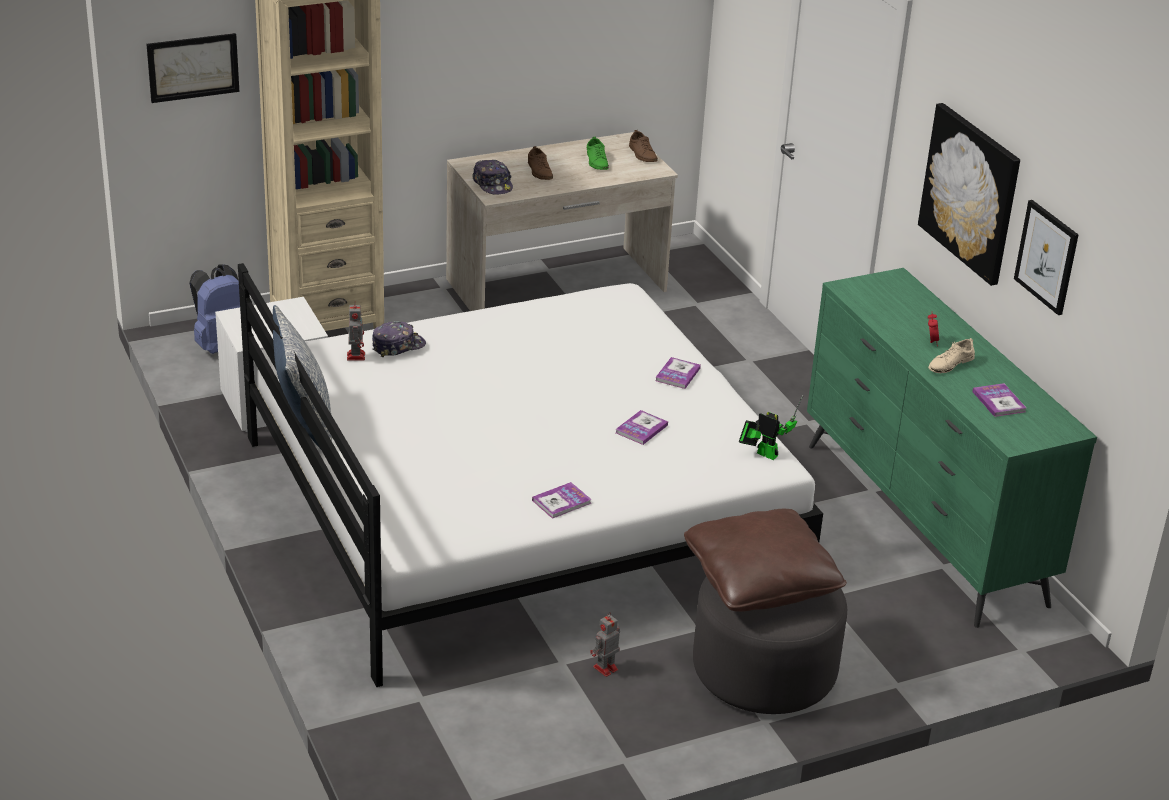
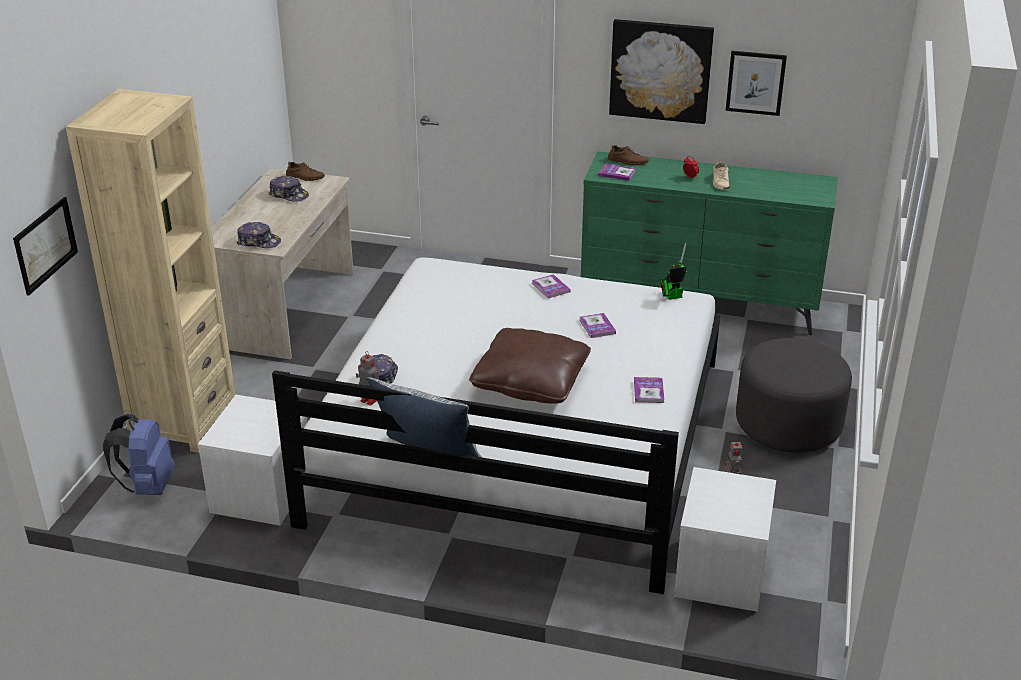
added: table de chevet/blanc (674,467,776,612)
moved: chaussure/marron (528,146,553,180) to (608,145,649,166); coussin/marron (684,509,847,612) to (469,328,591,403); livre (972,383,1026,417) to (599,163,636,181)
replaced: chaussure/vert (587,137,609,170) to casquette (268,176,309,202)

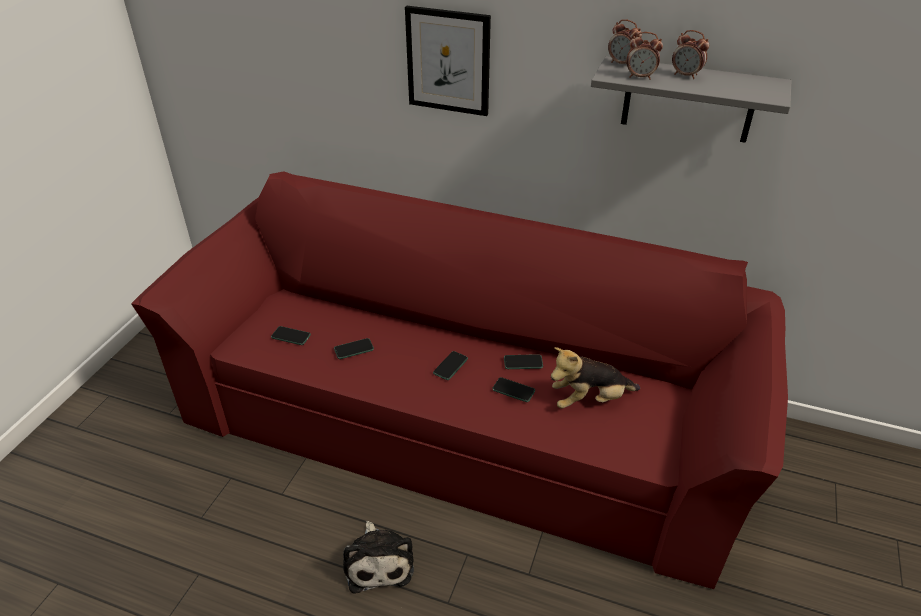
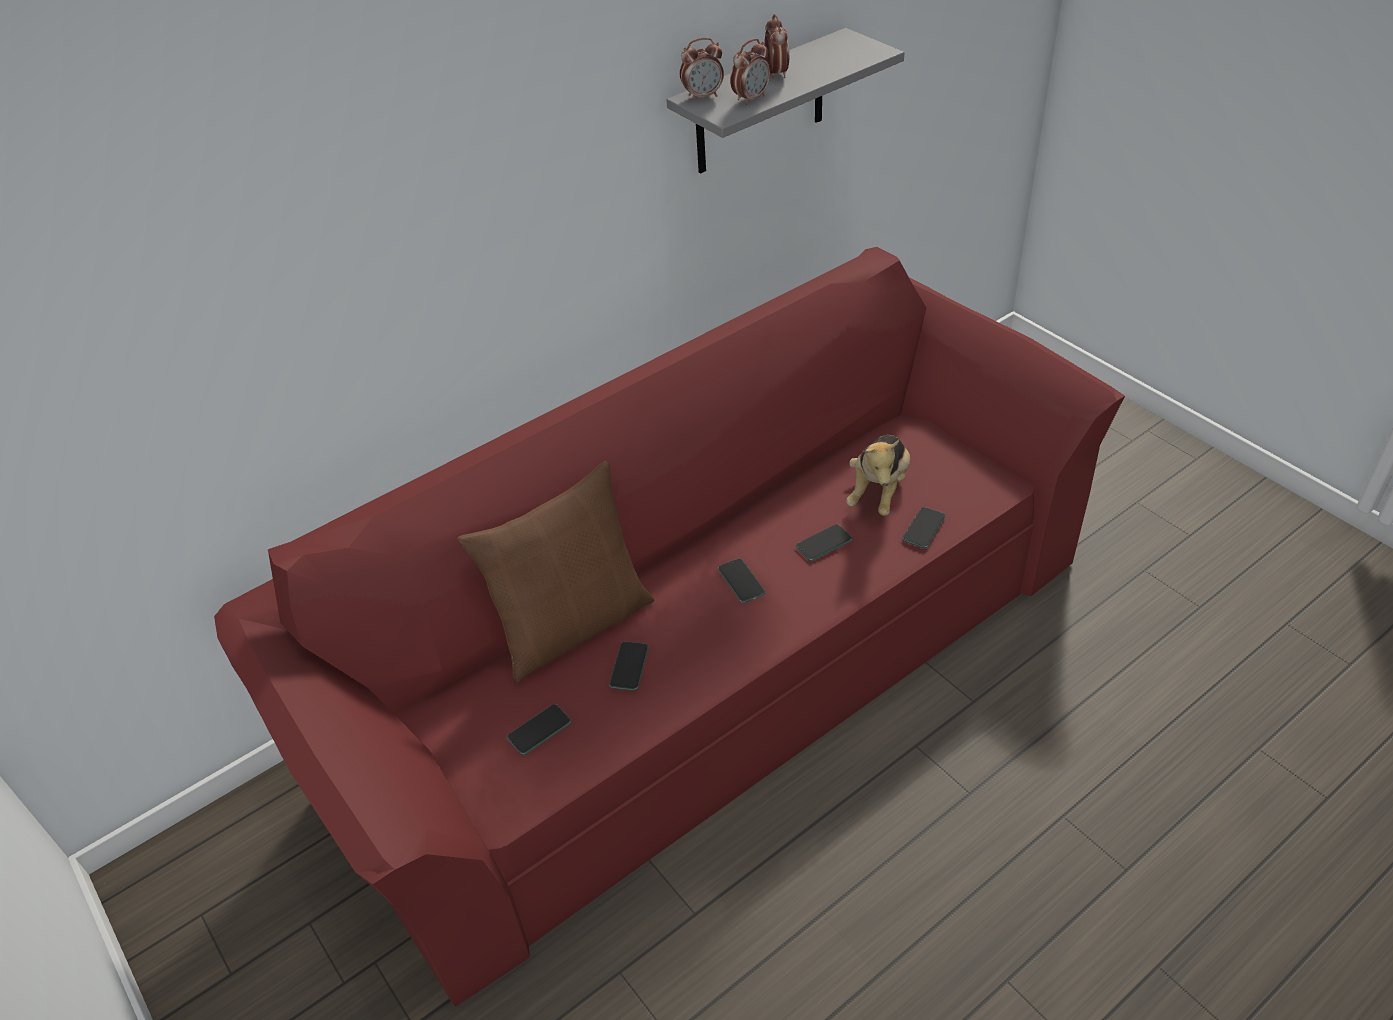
removed: peluche (343,521,414,594); tableau (405,6,491,116)
added: coussin/marron (457,461,654,682)
moved: téléphone (504,354,543,369) to (902,507,946,548)
turned: réveil (672,30,709,79) = (764,14,789,78) 75 degrees counterclockwise

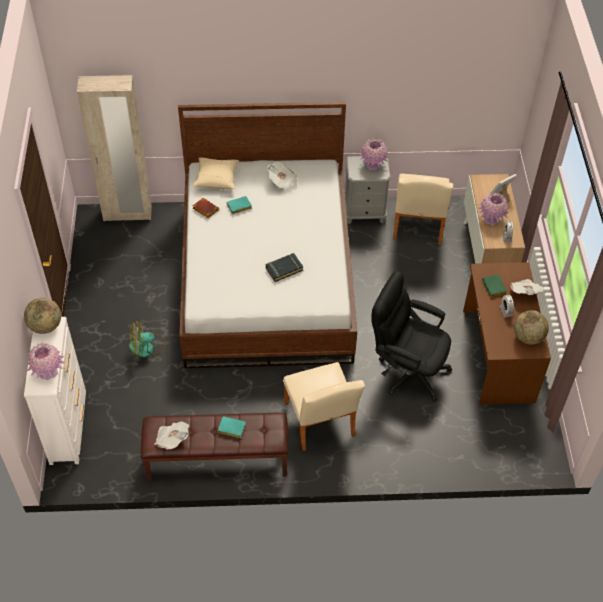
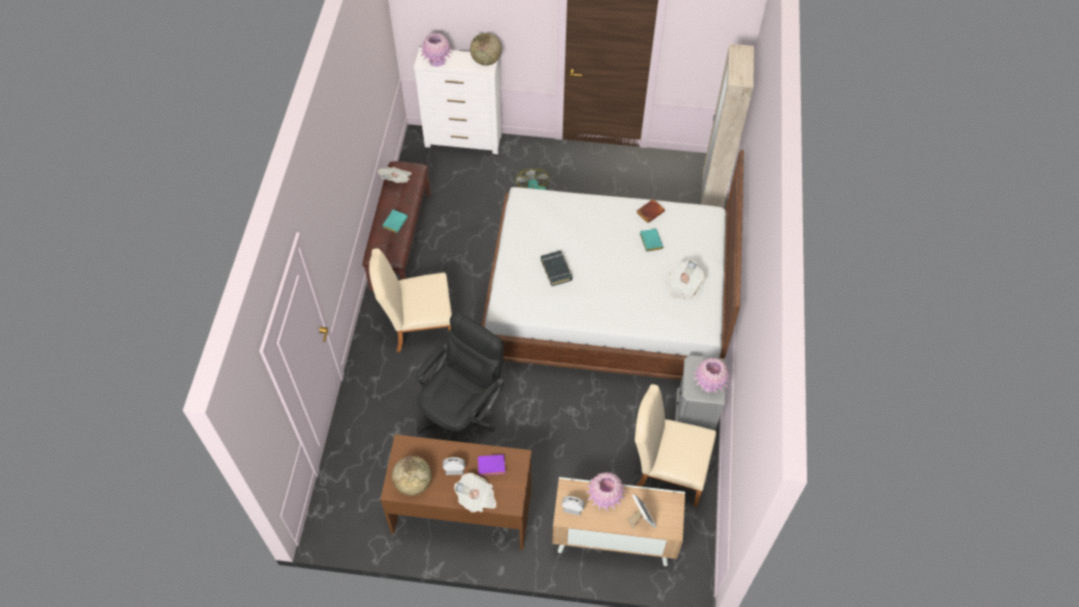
removed: coussin/beige (192,157,239,189)
recoloured: livre/vert (482,274,506,297) to livre/violet (478,454,505,476)

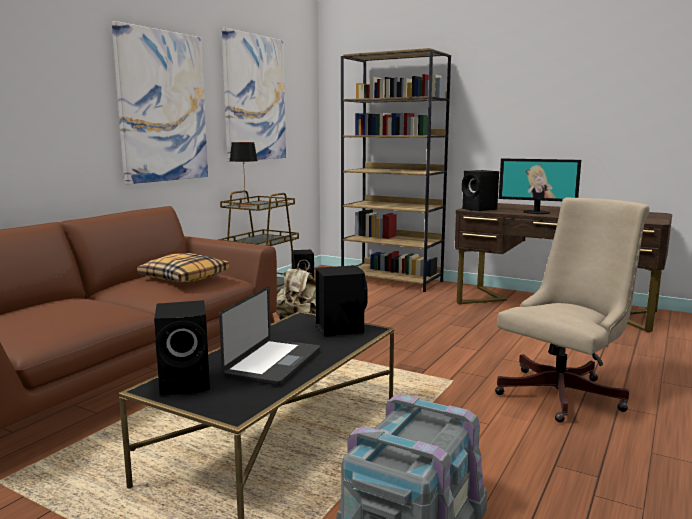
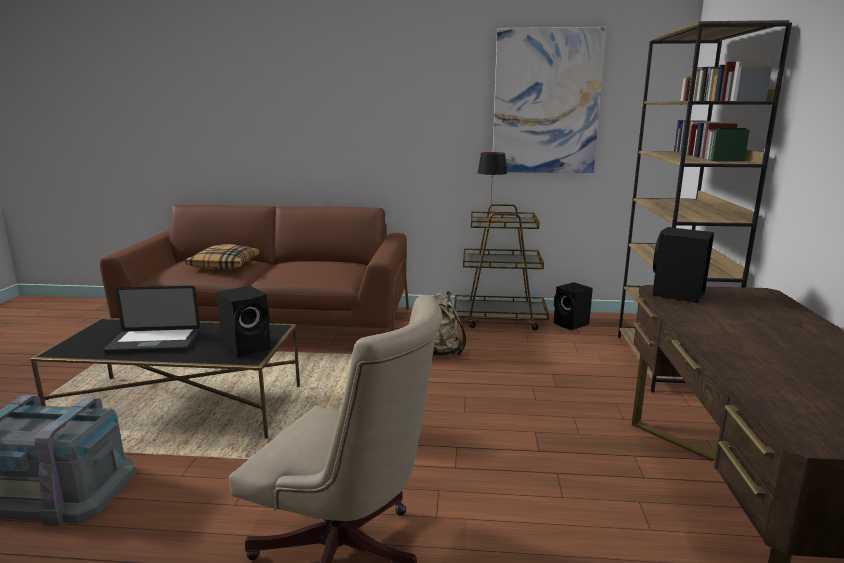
removed: tableau (112,21,208,184); enceinte/noir (154,300,210,395); écran d'ordinateur (499,158,581,214)
moved: coussin (137,253,229,283) to (185,244,260,270)

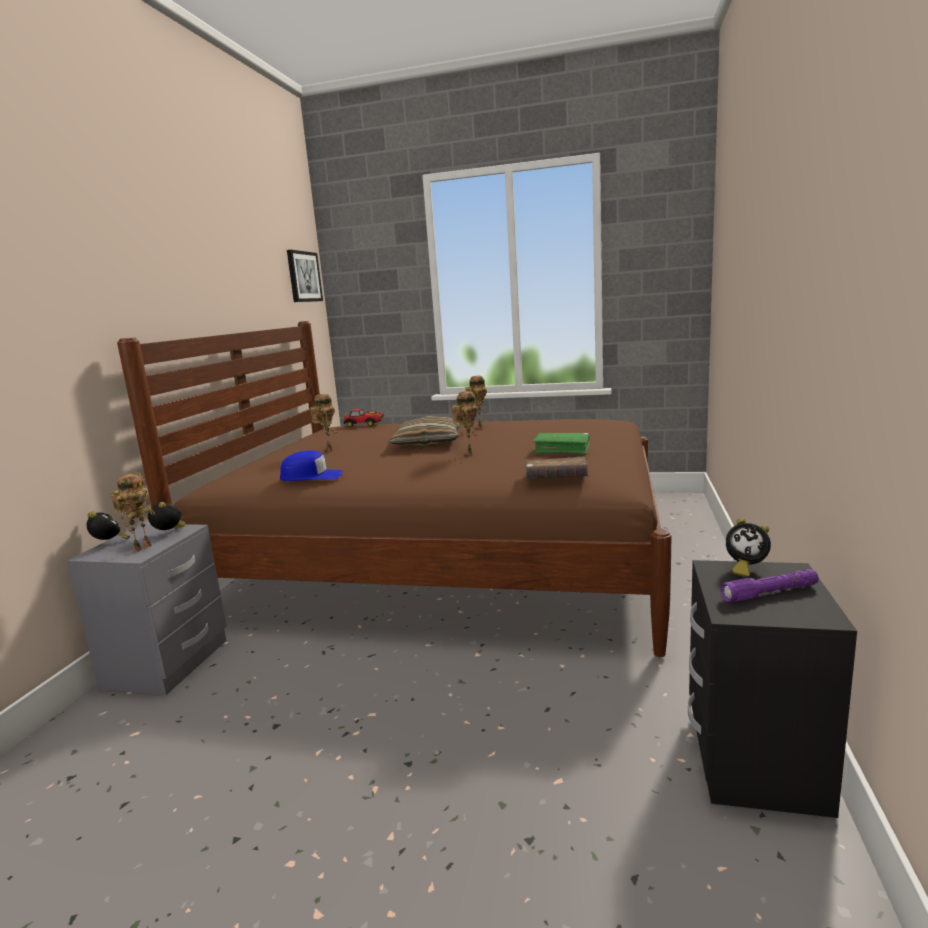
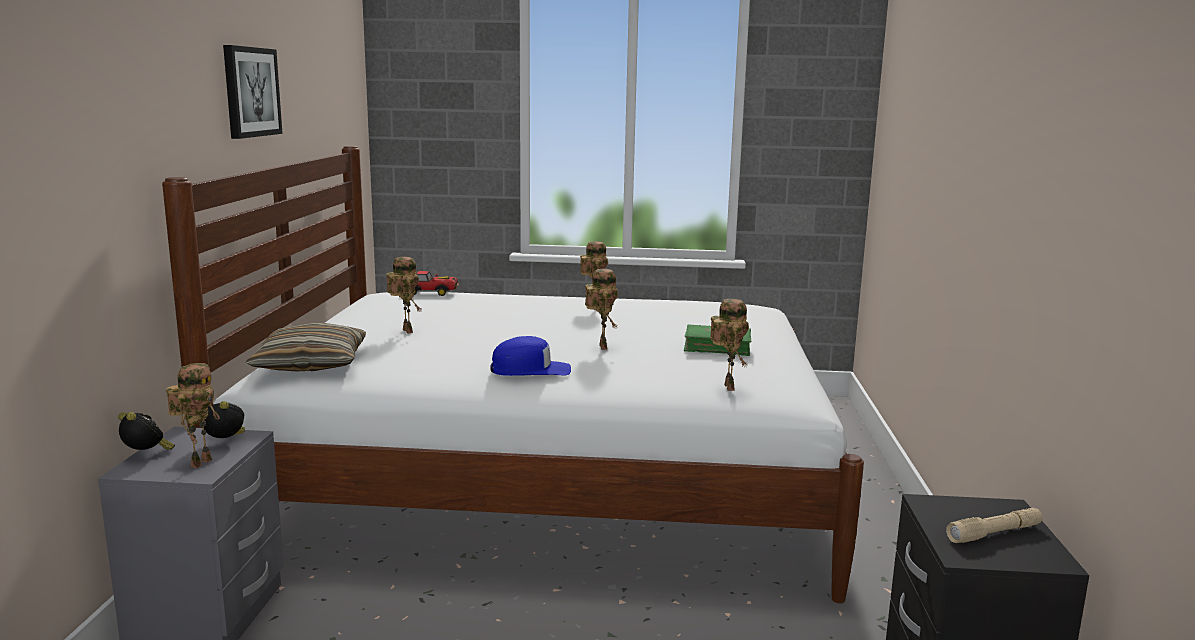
removed: réveil (726,518,771,577)
moved: casquette/bleu (280,450,343,481) to (490,336,571,376); tableau (287,250,323,302) to (223,45,282,139); coussin (389,416,461,447) to (246,323,366,372)
replaced: livre/marron (524,456,589,479) to robot jouet (710,299,749,391)
recoloured: lit/marron (117,321,671,657) to lit/blanc (162,146,864,603); lampe de poche/violet (720,569,819,602) to lampe de poche/beige (946,508,1043,543)

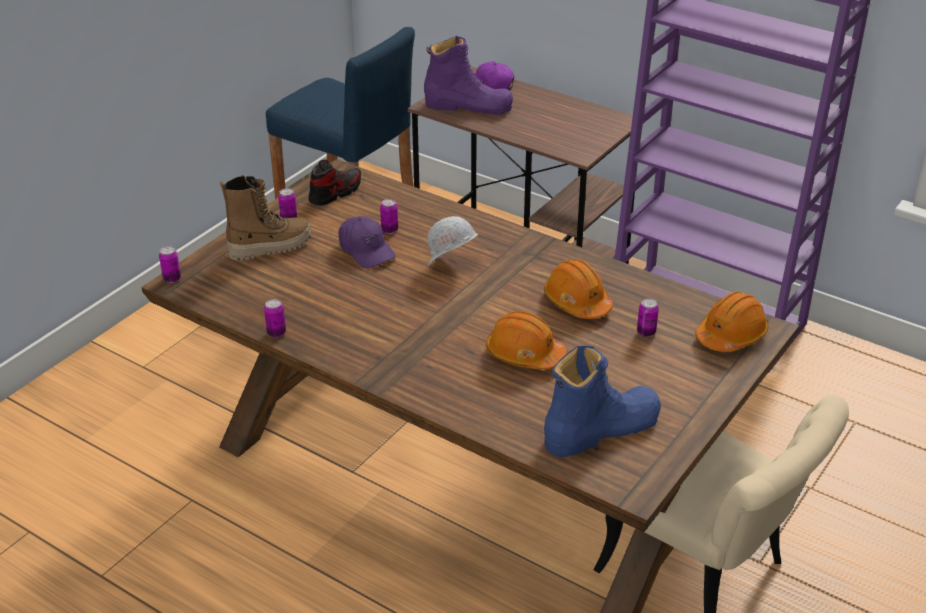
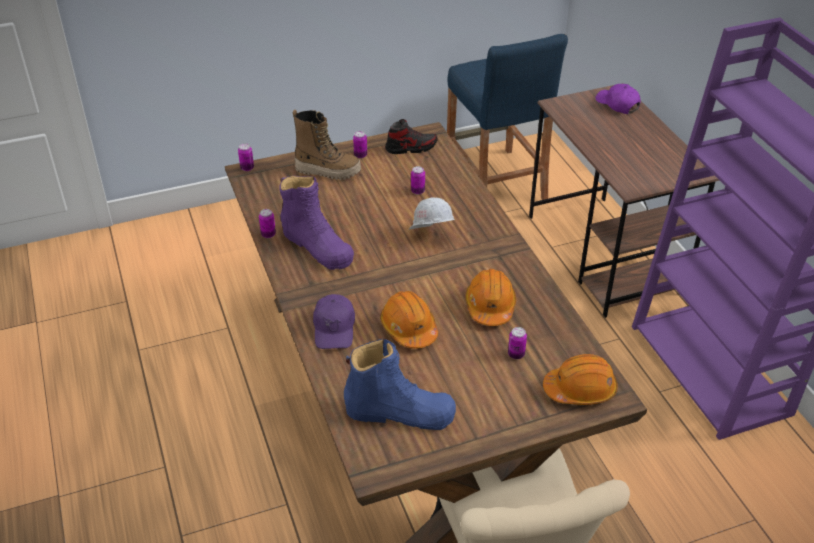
moved: casquette/violet (338,216,396,268) to (313,294,355,349); botte/violet (424,36,513,115) to (279,176,354,270)

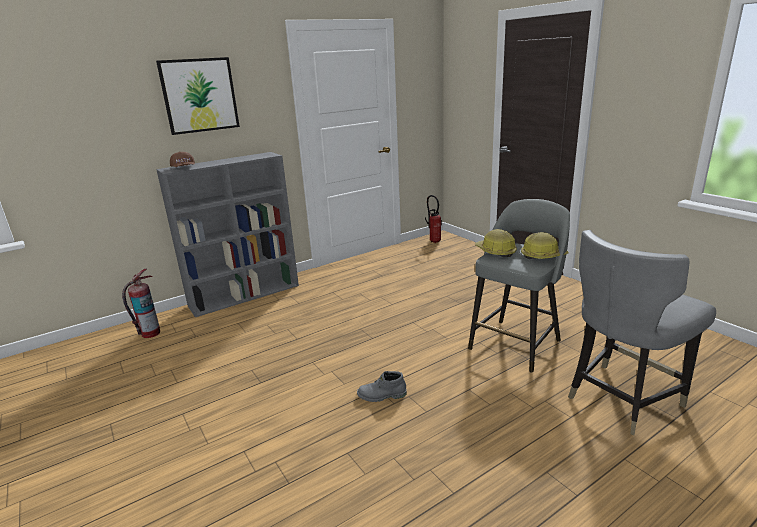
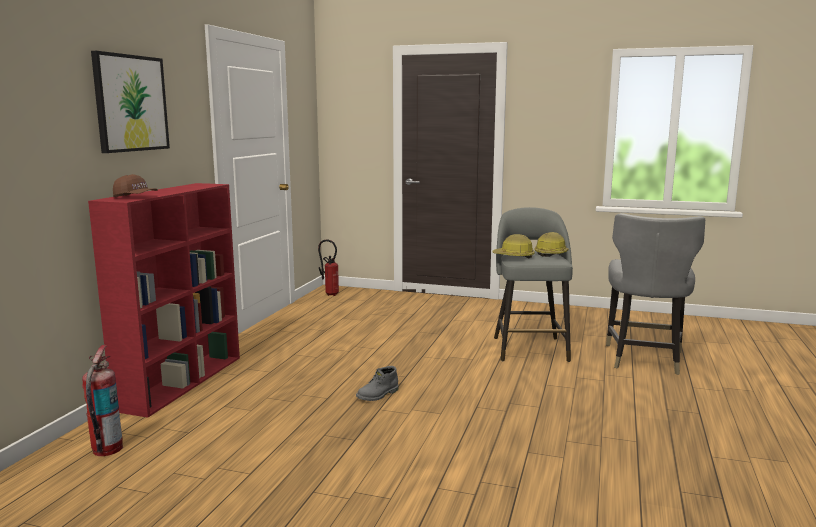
moved: botte/gris (357,371,407,402) to (356,366,398,401)
recoloured: bibliothèque/gris (156,152,299,317) to bibliothèque/rouge (88,183,240,418)

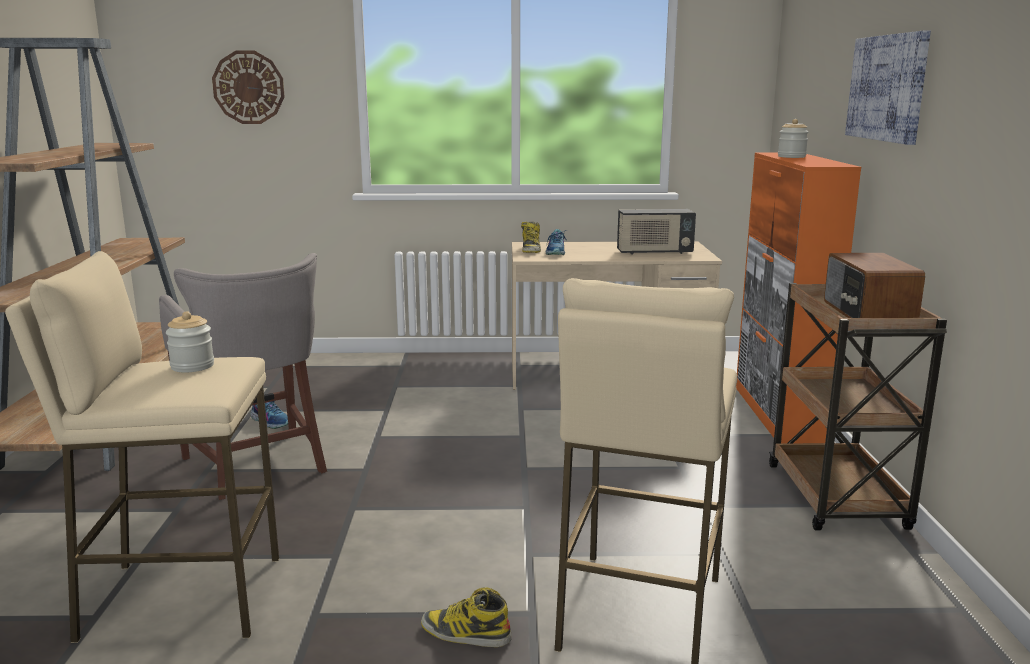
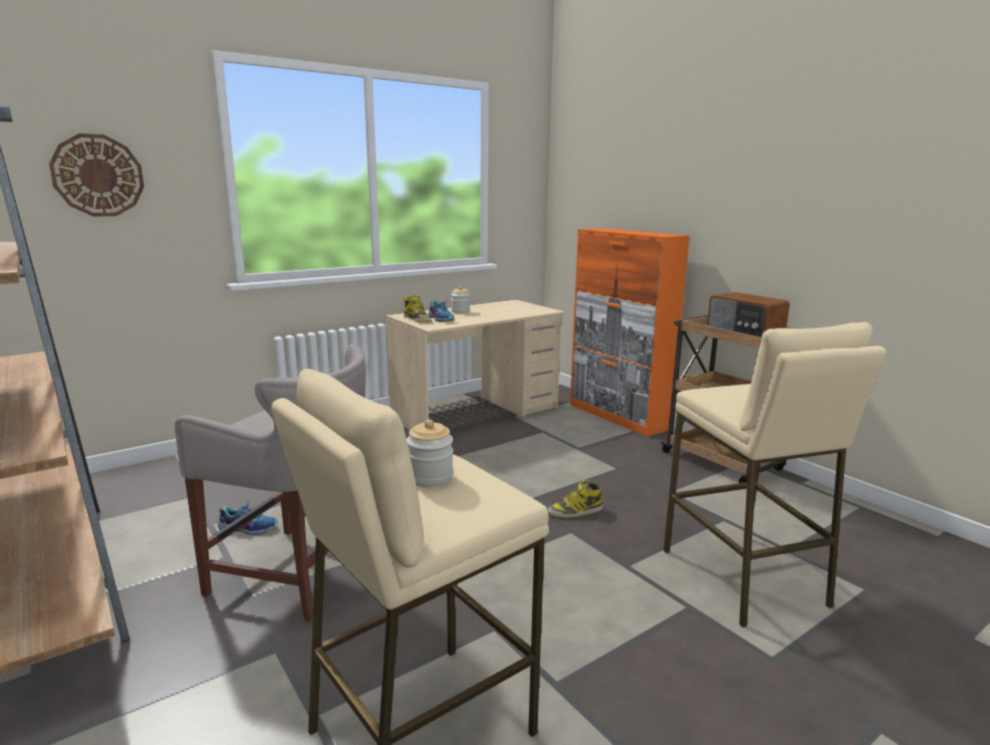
removed: radio (617,209,696,255); tableau (845,31,931,145)
moved: botte (421,588,512,647) to (548,480,603,518); bocal (778,119,808,158) to (451,286,470,313)

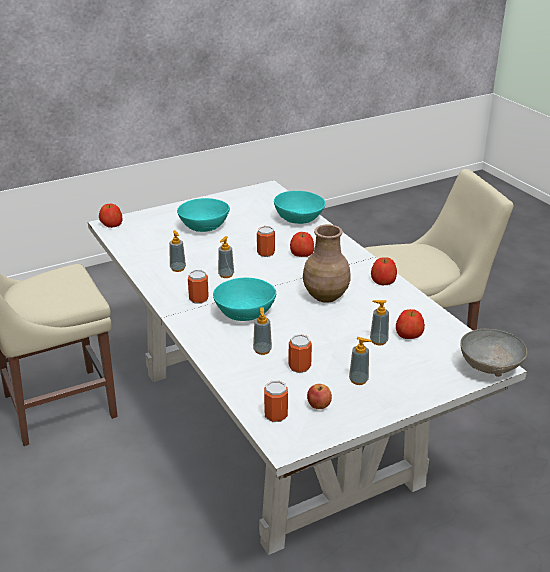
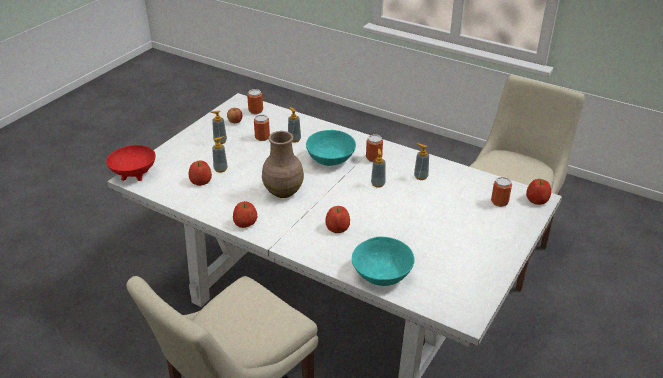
removed: bol/turquoise (177,198,230,232)
moved: boîte métallique (257,226,275,257) to (491,177,512,207)
recoloured: bol/gris (461,329,527,377) to bol/rouge (106,145,156,181)

